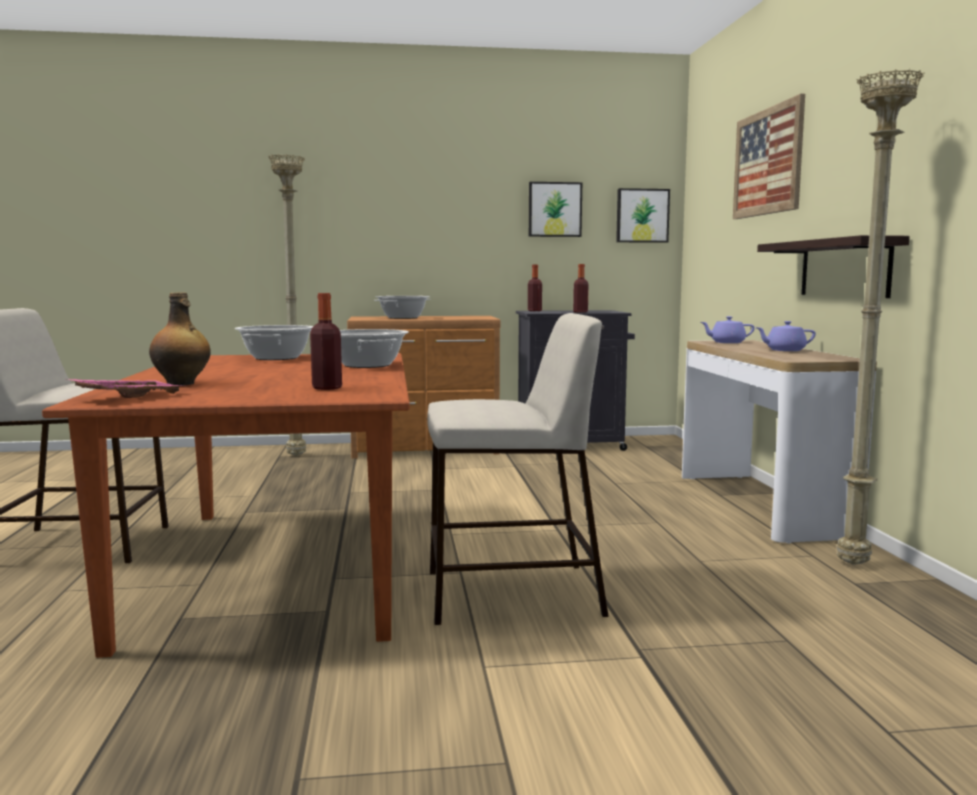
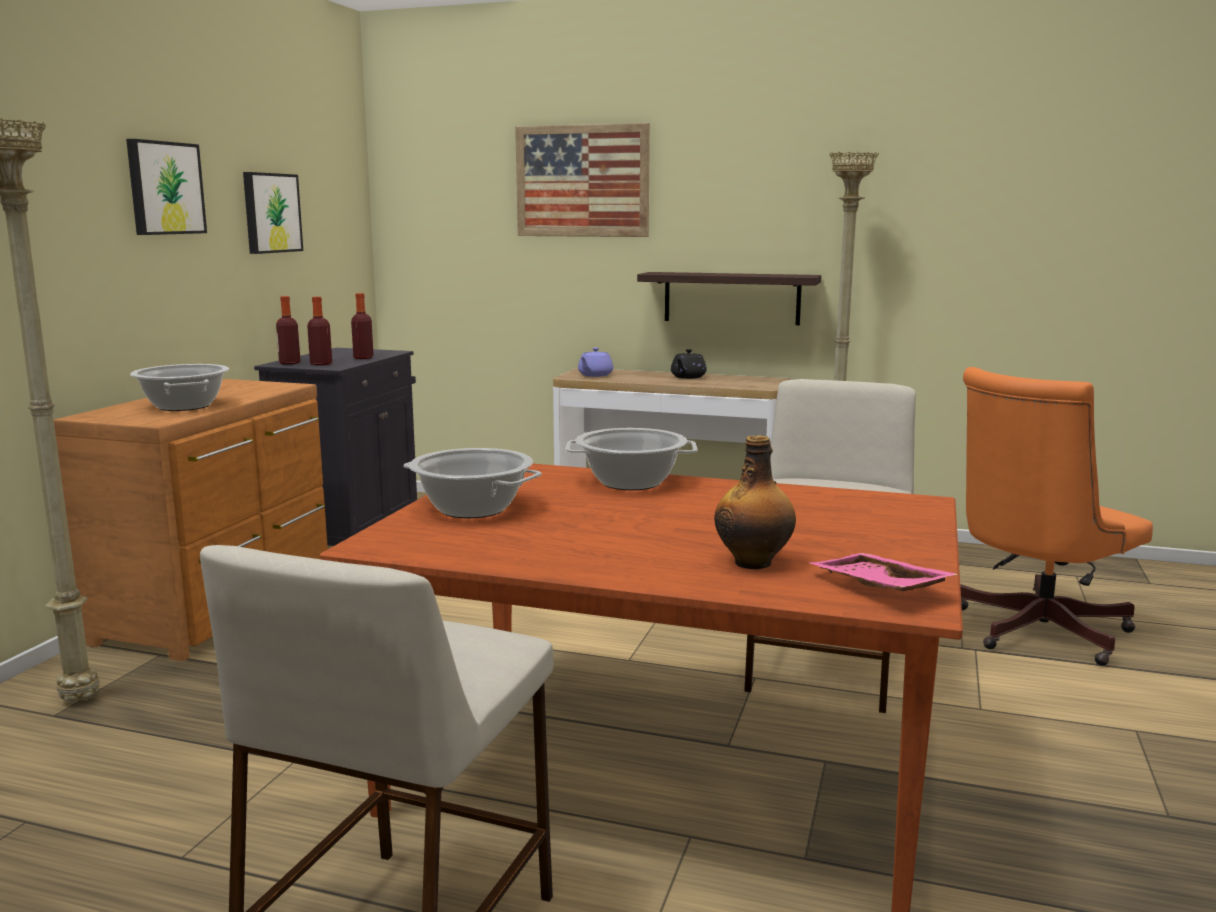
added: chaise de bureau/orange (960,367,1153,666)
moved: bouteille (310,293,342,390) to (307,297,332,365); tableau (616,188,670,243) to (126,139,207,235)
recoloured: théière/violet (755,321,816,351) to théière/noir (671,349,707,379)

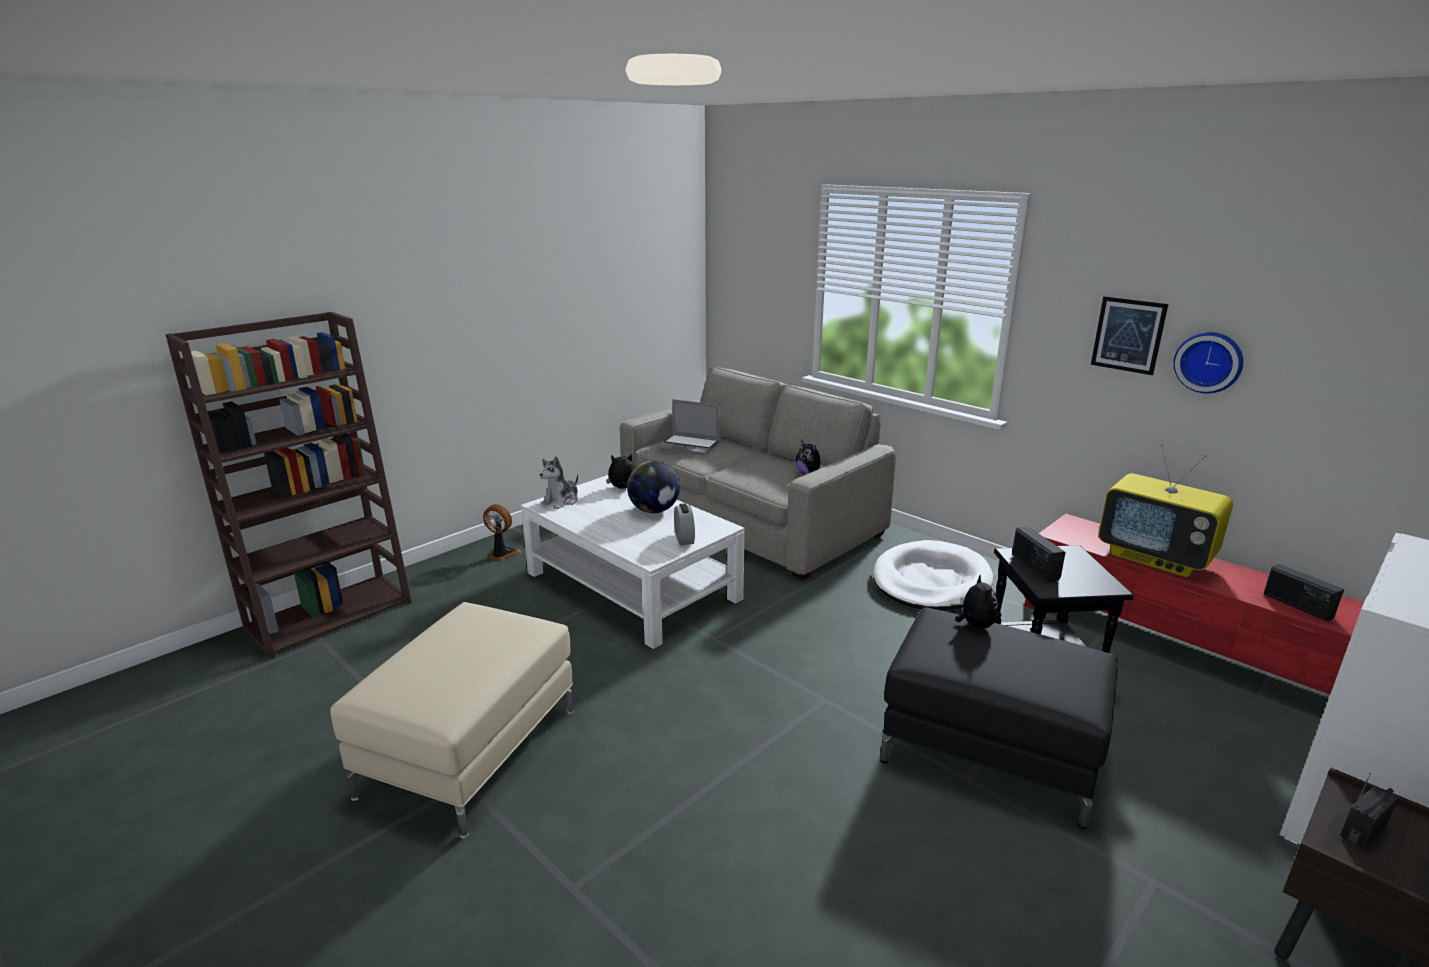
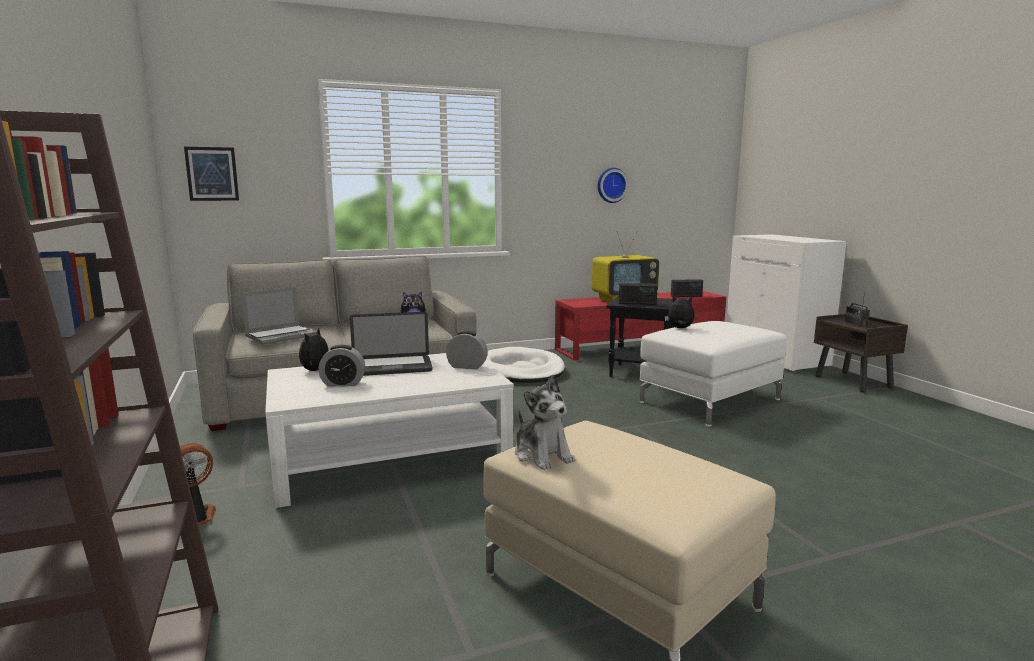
added: réveil (318,345,365,387)
moved: peluche (540,456,578,509) to (515,375,575,470); tableau (1091,296,1168,375) to (184,147,239,201)
replaced: globe (627,461,680,513) to ordinateur portable (350,312,433,376)
recoloured: pouf/noir (880,607,1118,829) to pouf/blanc (640,321,787,427)

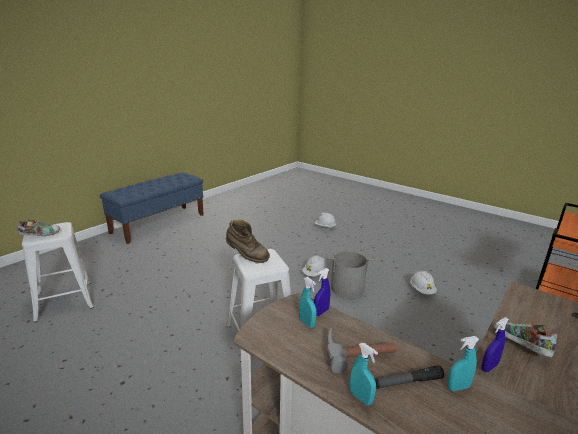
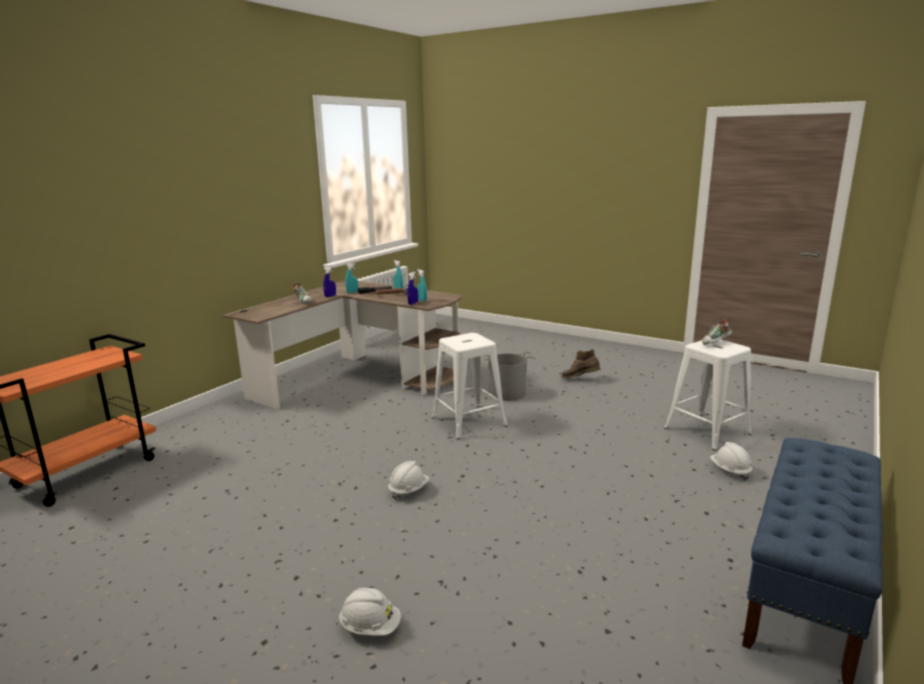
moved: botte/marron (226,220,270,263) to (561,349,601,378); seau/gris (326,251,375,298) to (482,352,534,401); casque de chantier/blanc (410,271,437,294) to (710,442,752,480)

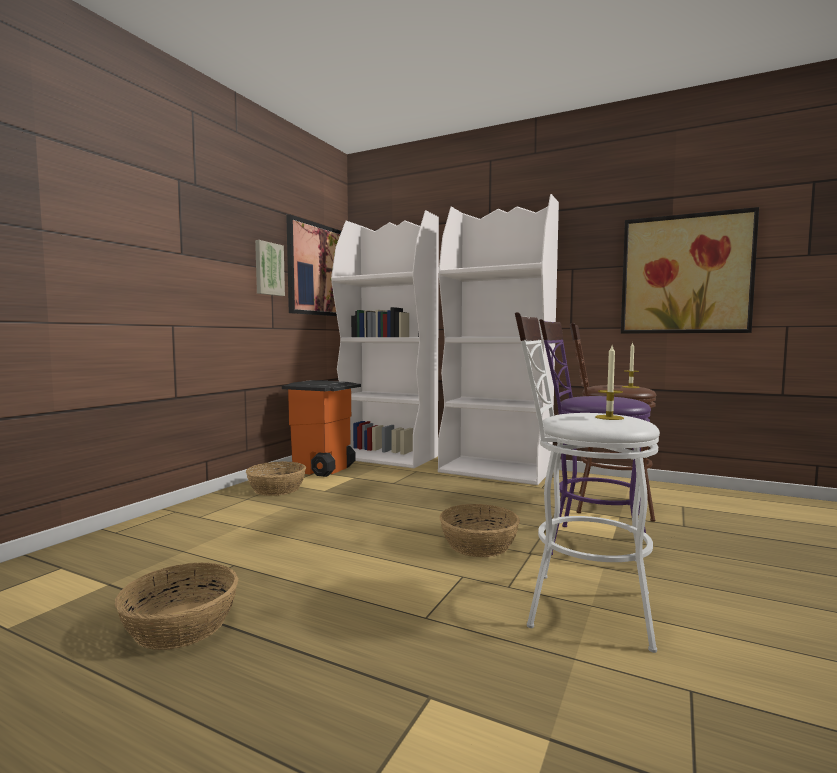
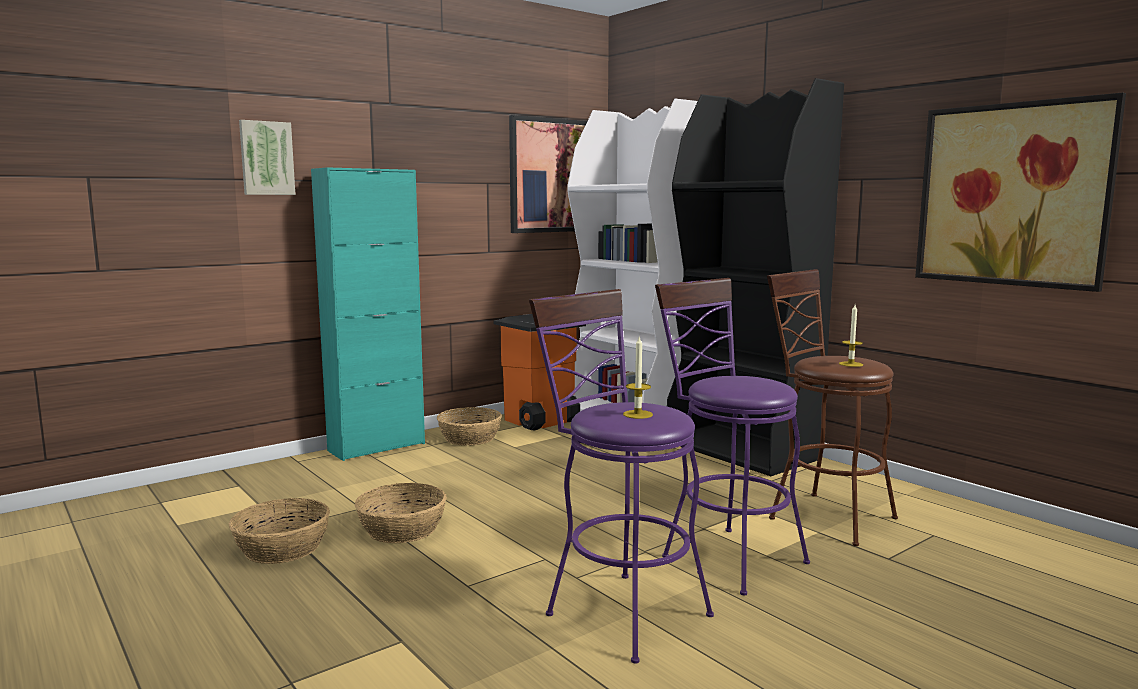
added: meuble de rangement/turquoise (311,167,425,461)
moved: tableau (255,240,285,296) to (239,120,295,195); panier (439,504,520,557) to (355,483,447,543)
recoloured: bibliothèque/blanc (438,194,559,485) to bibliothèque/noir (667,78,844,476); tabouret/blanc (515,312,660,653) to tabouret/violet (529,289,714,664)

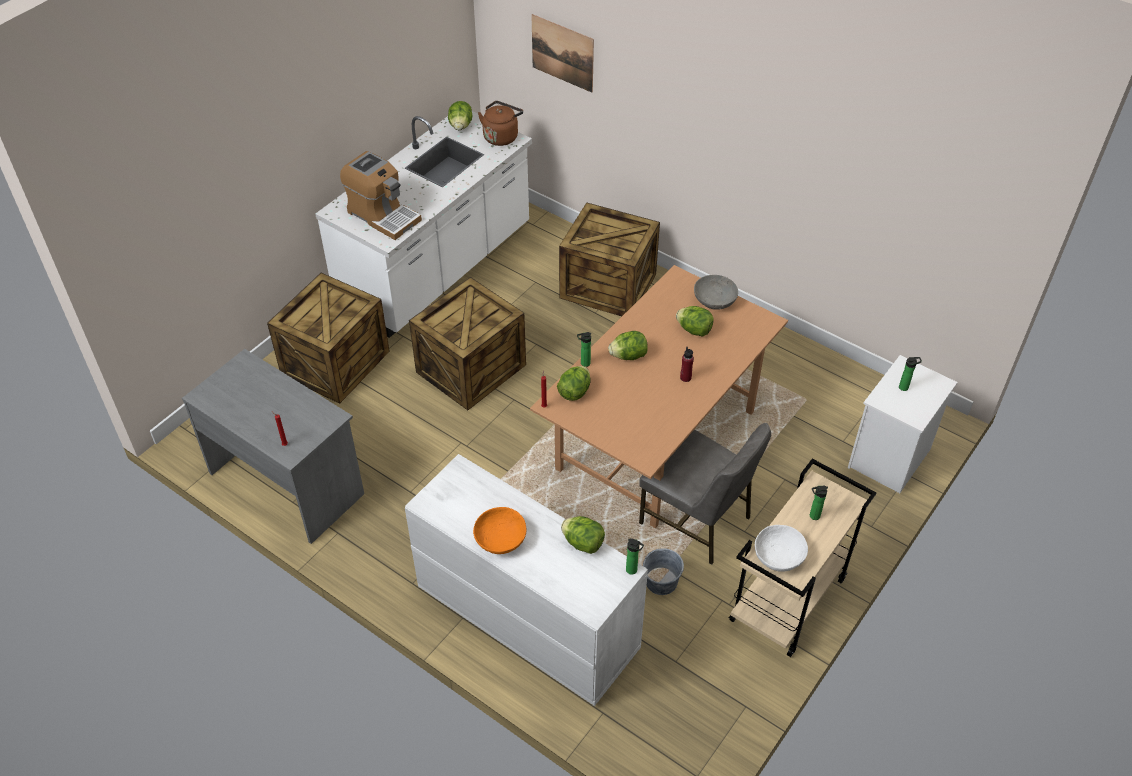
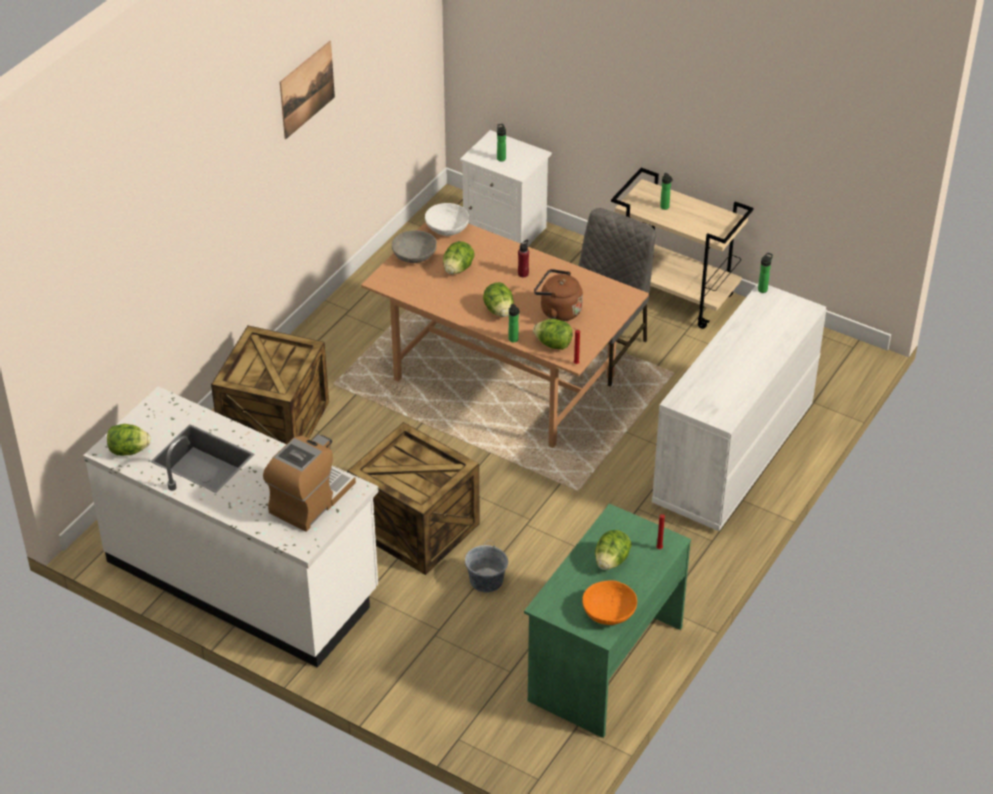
removed: caisse (267,273,389,404)
moved: bol/orange (473,507,526,554) to (582,581,637,625); bouilloire/marron (478,101,523,146) to (534,269,583,321); tableau (531,14,594,93) to (280,41,335,139); laitue (561,516,605,554) to (595,530,632,570); seau/gris (643,548,684,595) to (465,540,508,593); bol/blanc (755,525,808,572) to (425,203,469,236)
recoloured: bureau/gris (182,349,364,544) to bureau/vert (524,503,691,738)

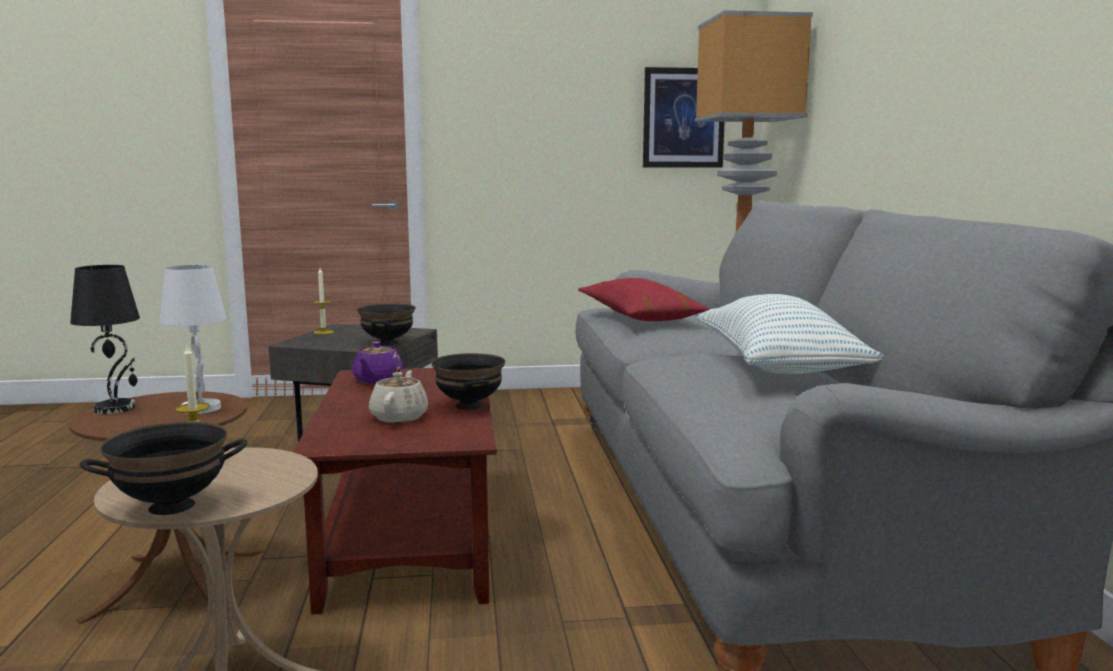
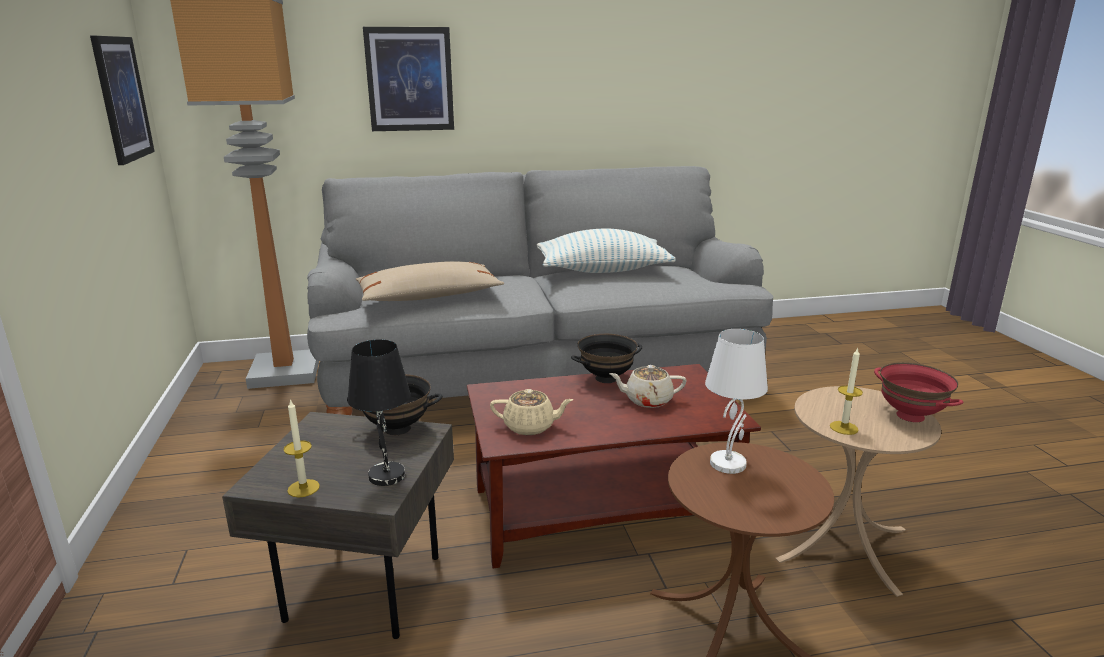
added: tableau (363,27,454,131)
moved: lampe de table/noir (70,265,140,414) to (348,340,411,486)
recoloured: bol/noir (80,421,247,515) to bol/rouge (874,363,963,422); théière/violet (352,341,403,384) to théière/beige (490,389,573,435); coussin/rouge (578,278,709,321) to coussin/beige (356,261,504,301)

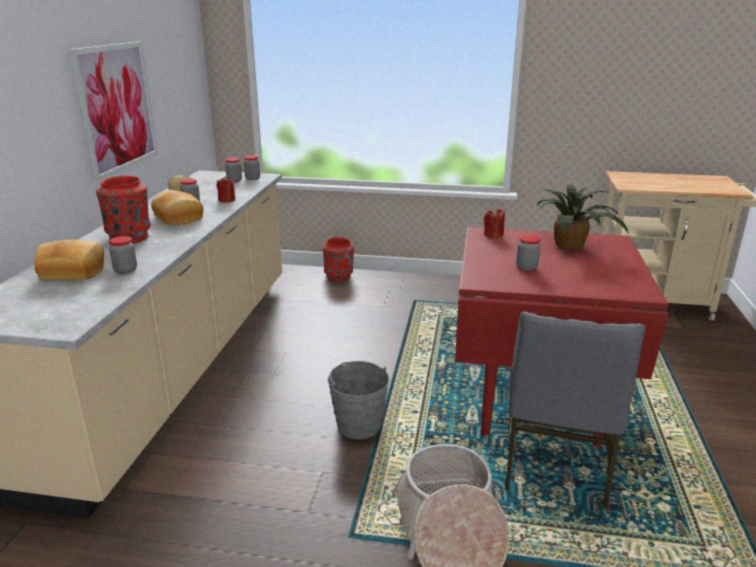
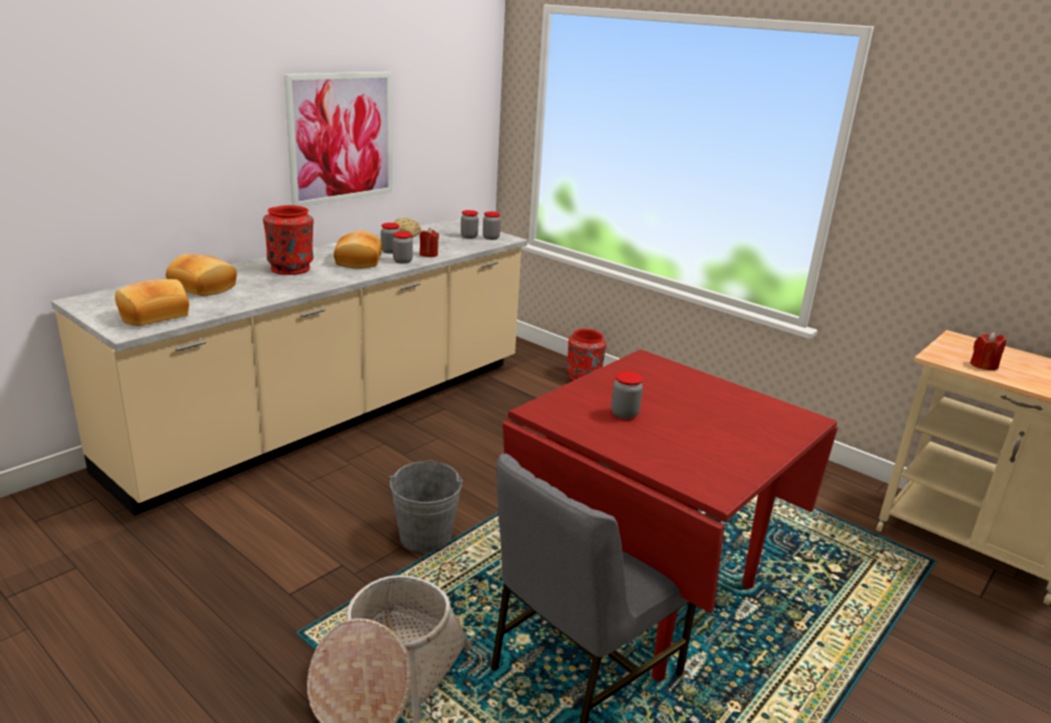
removed: plante en pot (537,185,629,250)
added: pain (115,279,189,326)
moved: bocal (109,236,137,274) to (393,232,413,264); bougie/rouge (483,208,505,238) to (970,332,1006,370)

